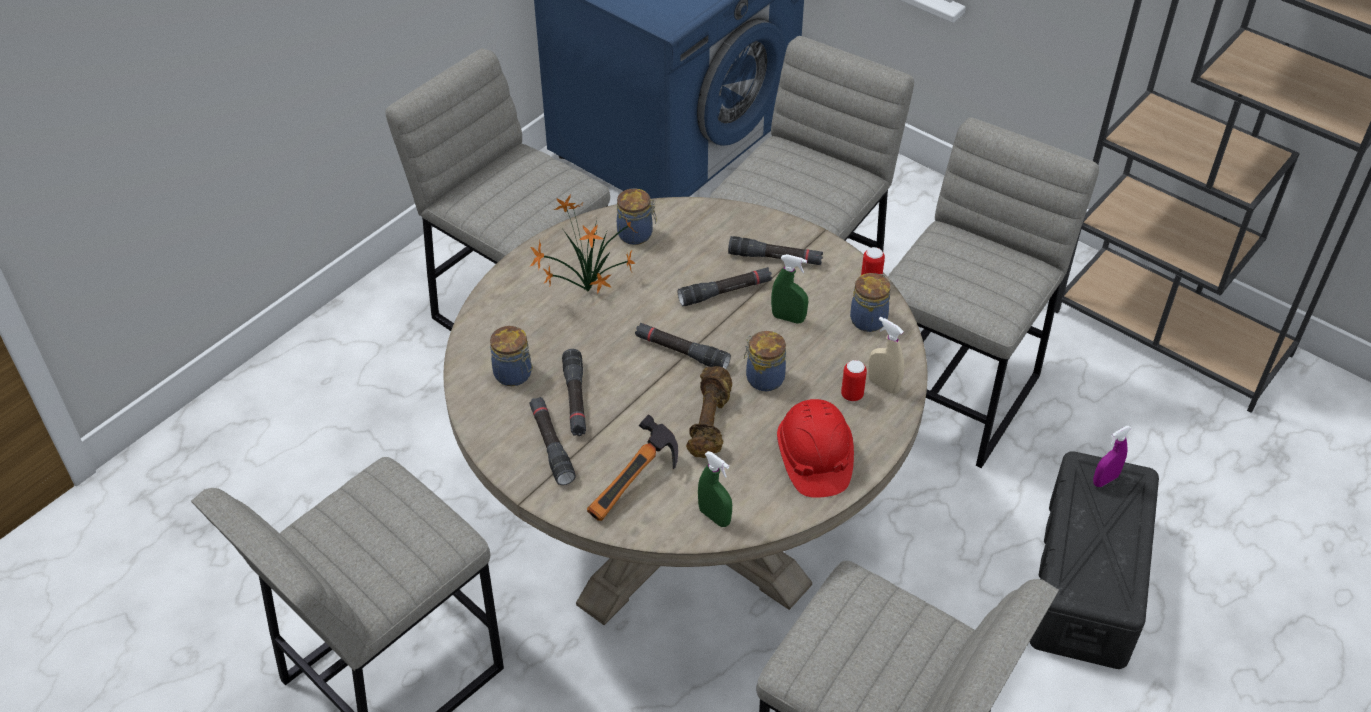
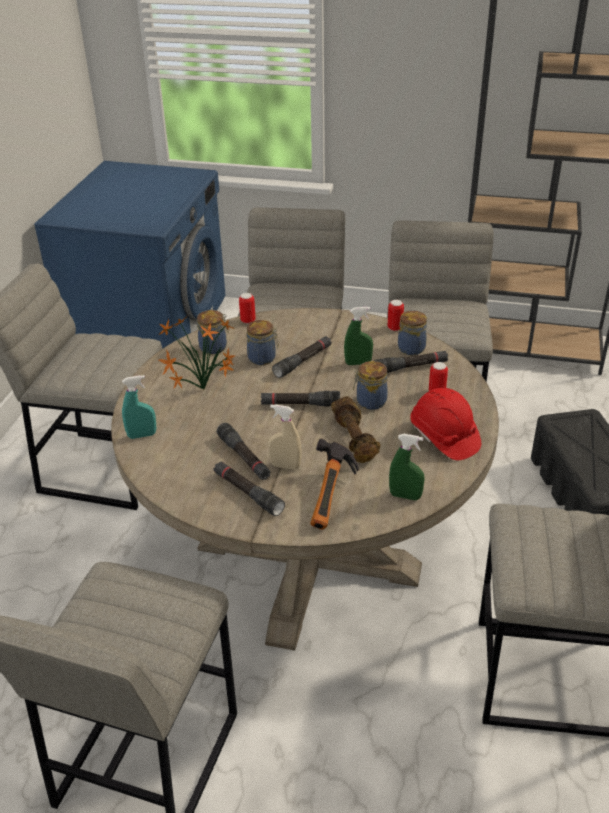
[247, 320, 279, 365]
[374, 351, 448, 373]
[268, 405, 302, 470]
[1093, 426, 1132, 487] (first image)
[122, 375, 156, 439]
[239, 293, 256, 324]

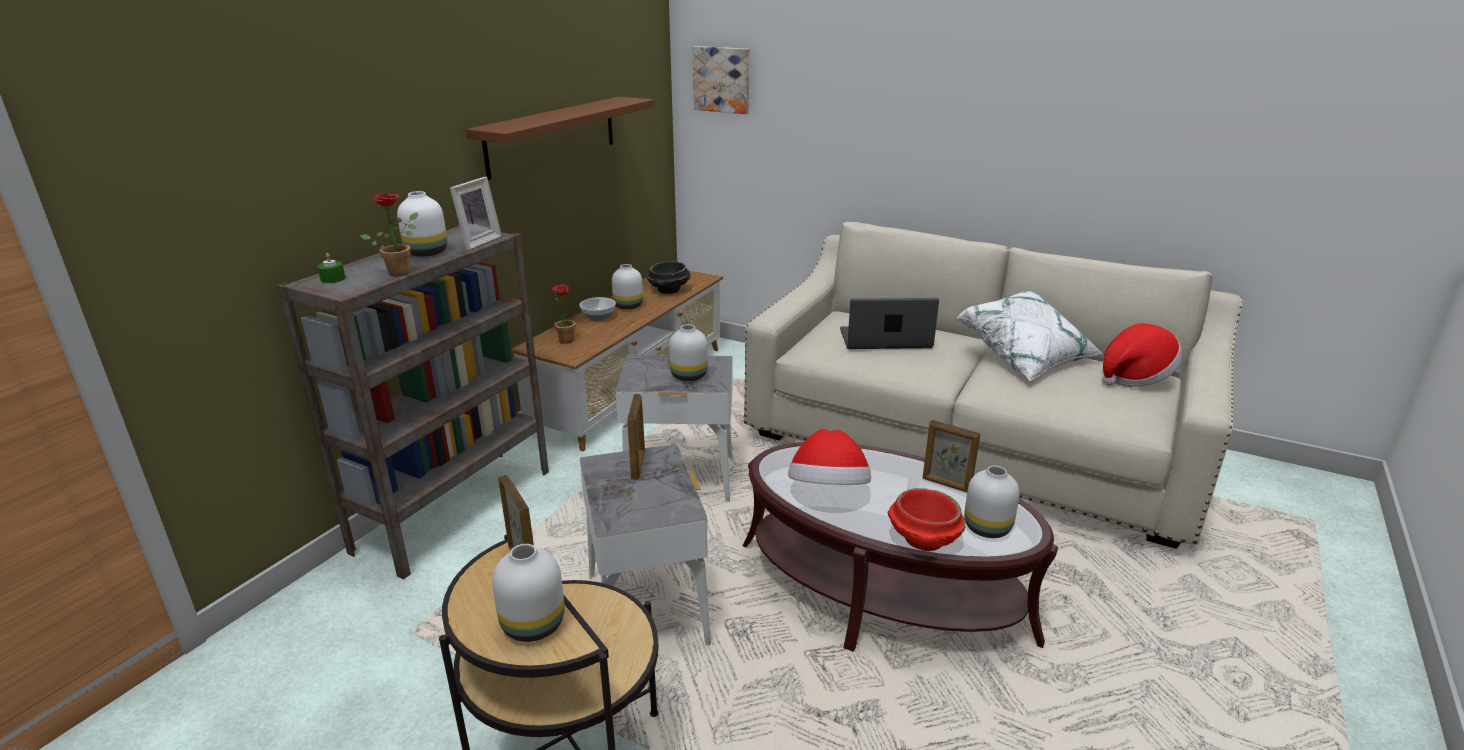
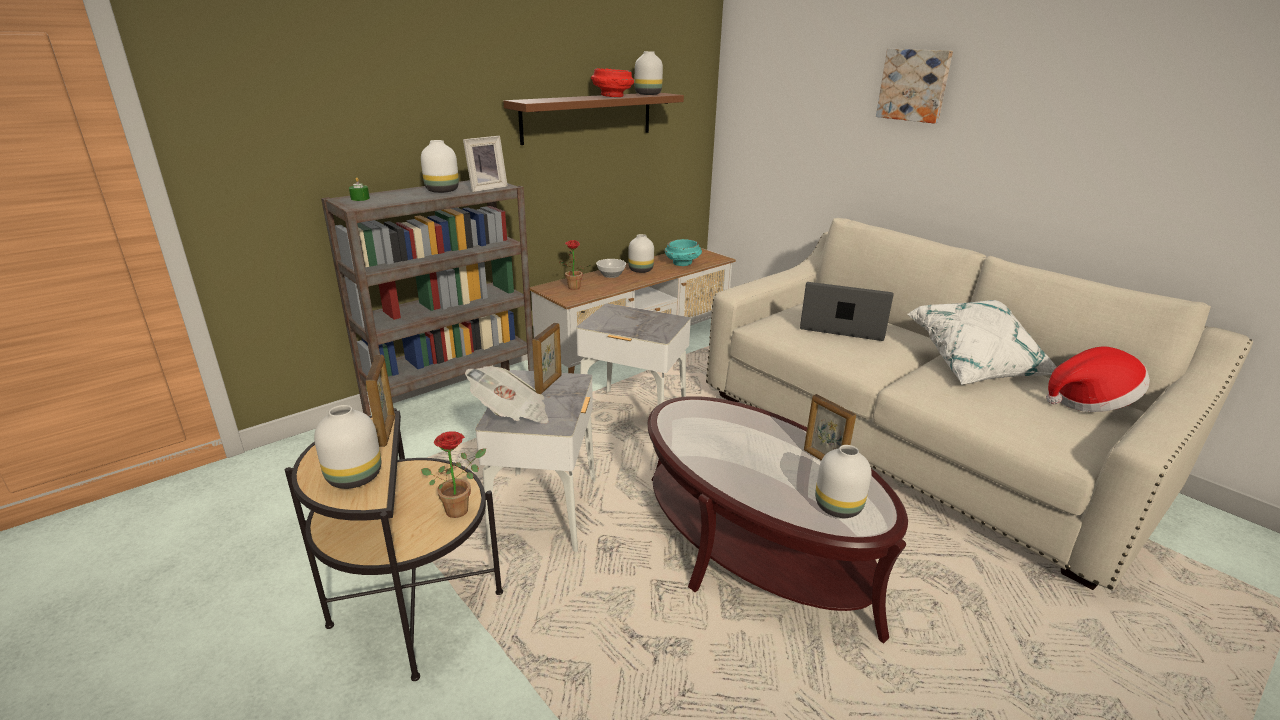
[421, 431, 486, 518]
[665, 239, 702, 266]
[635, 51, 663, 95]
[876, 49, 953, 123]
[788, 429, 871, 485] (first image)
[591, 68, 634, 97]
[465, 366, 548, 424]

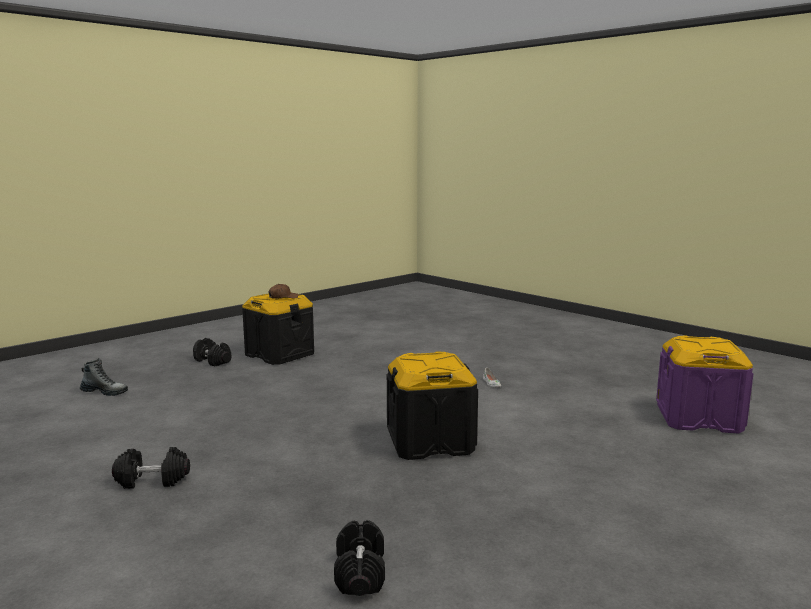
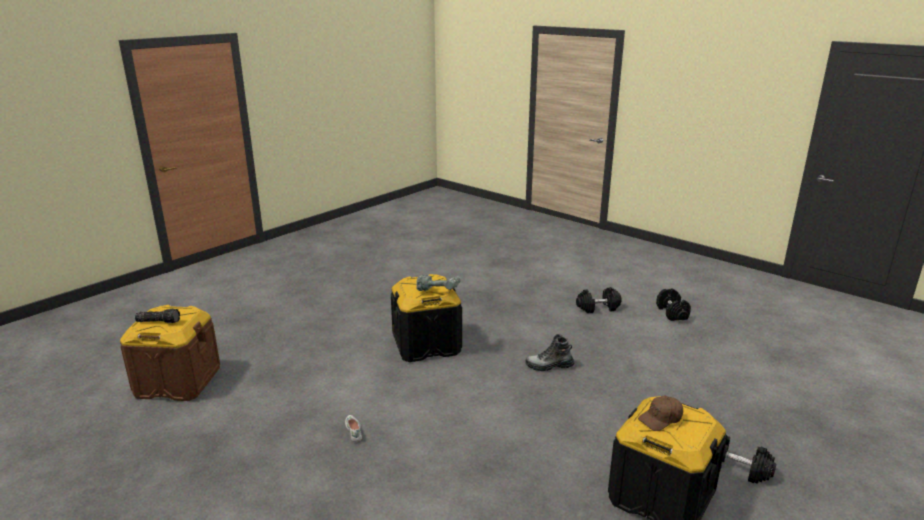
[525, 334, 574, 371]
[656, 288, 691, 321]
[120, 305, 220, 401]
[135, 308, 180, 323]
[416, 275, 461, 291]

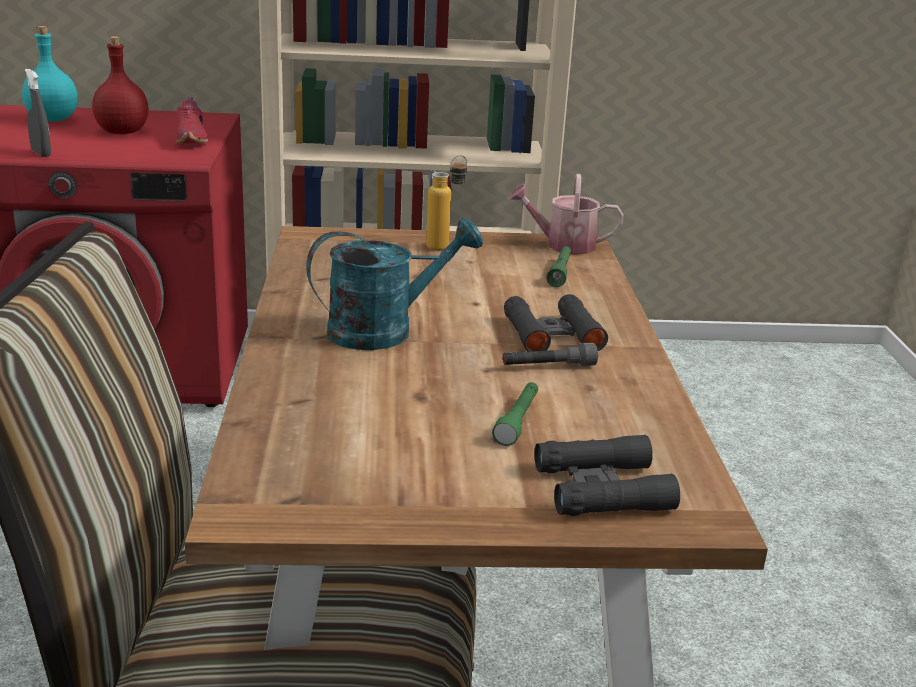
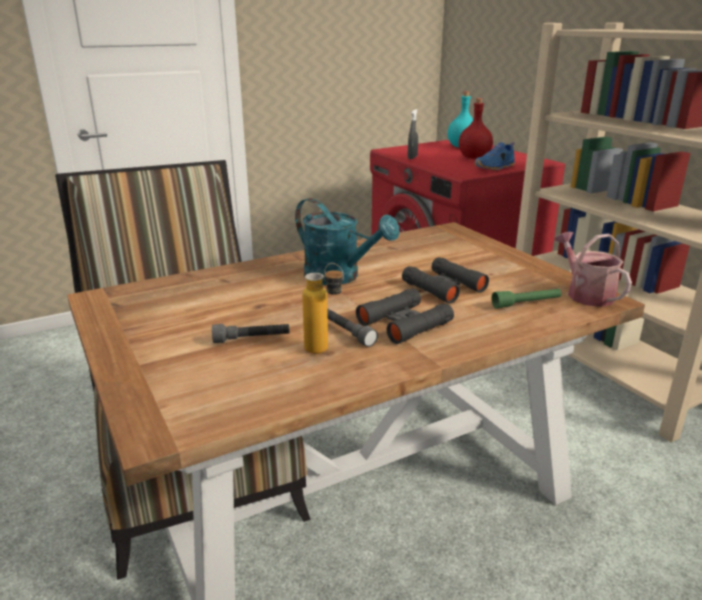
[475, 142, 515, 171]
[302, 263, 344, 354]
[212, 324, 289, 343]
[402, 257, 489, 304]

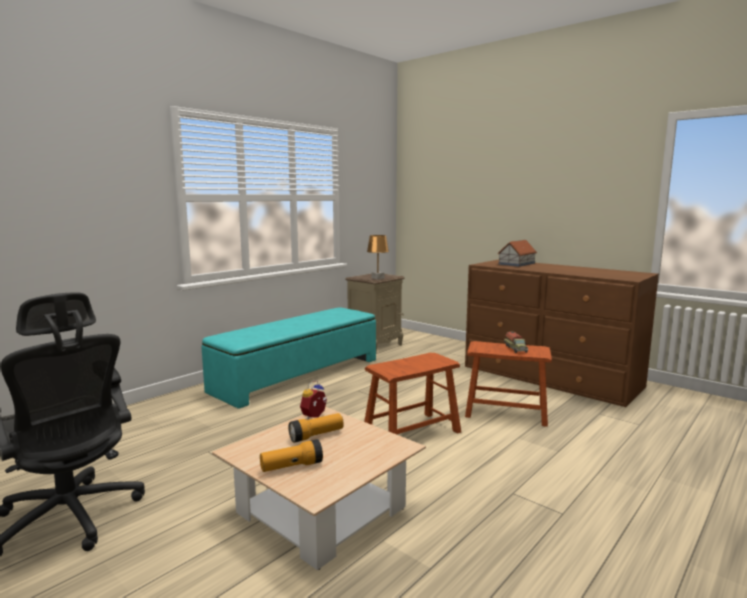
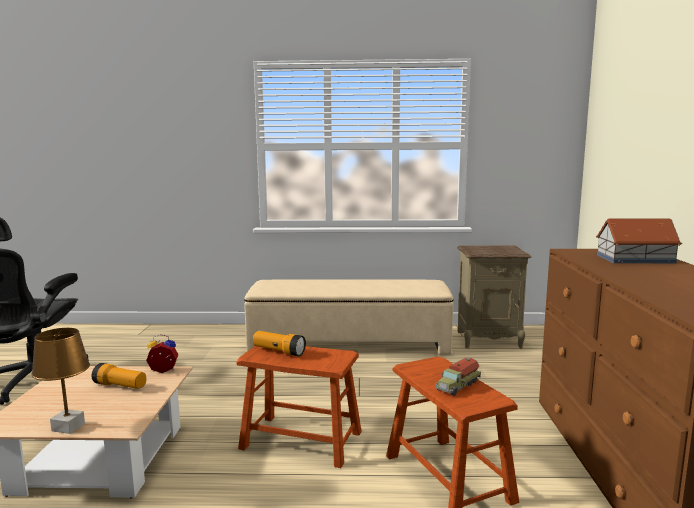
[244, 279, 454, 355]
[253, 331, 306, 356]
[31, 328, 90, 434]

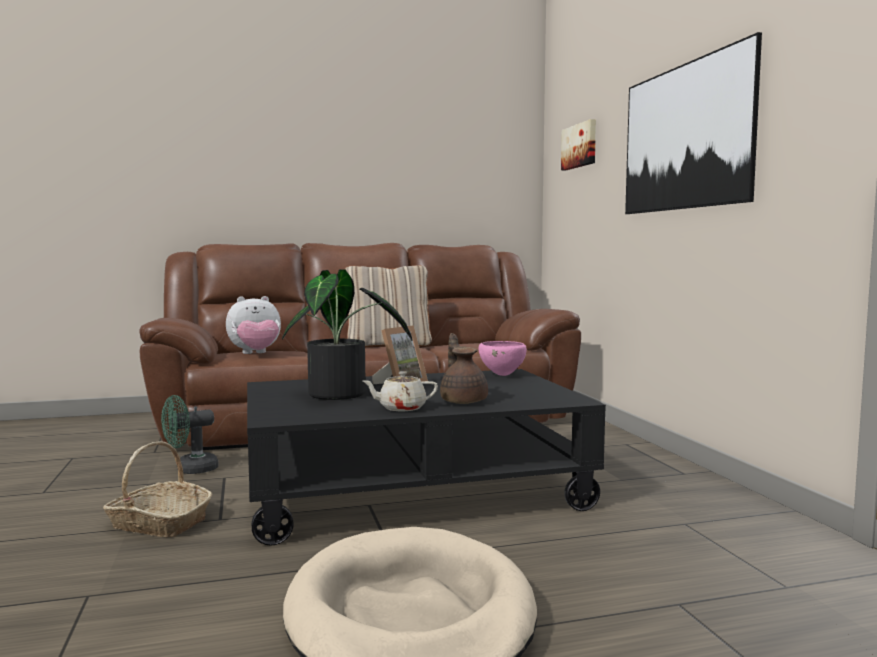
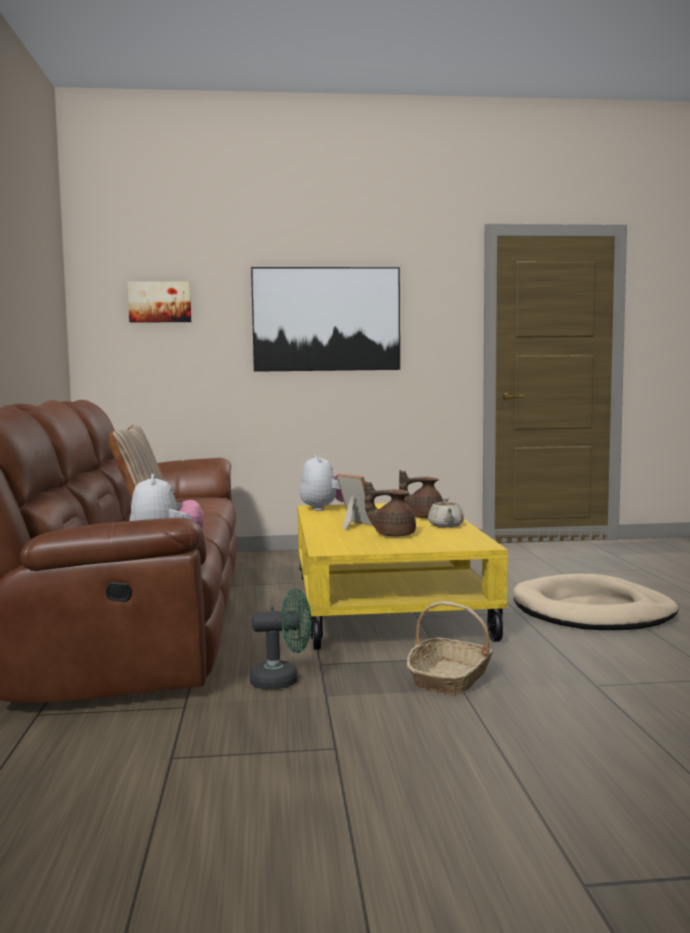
[250, 589, 311, 689]
[297, 503, 508, 650]
[365, 481, 416, 537]
[300, 454, 344, 511]

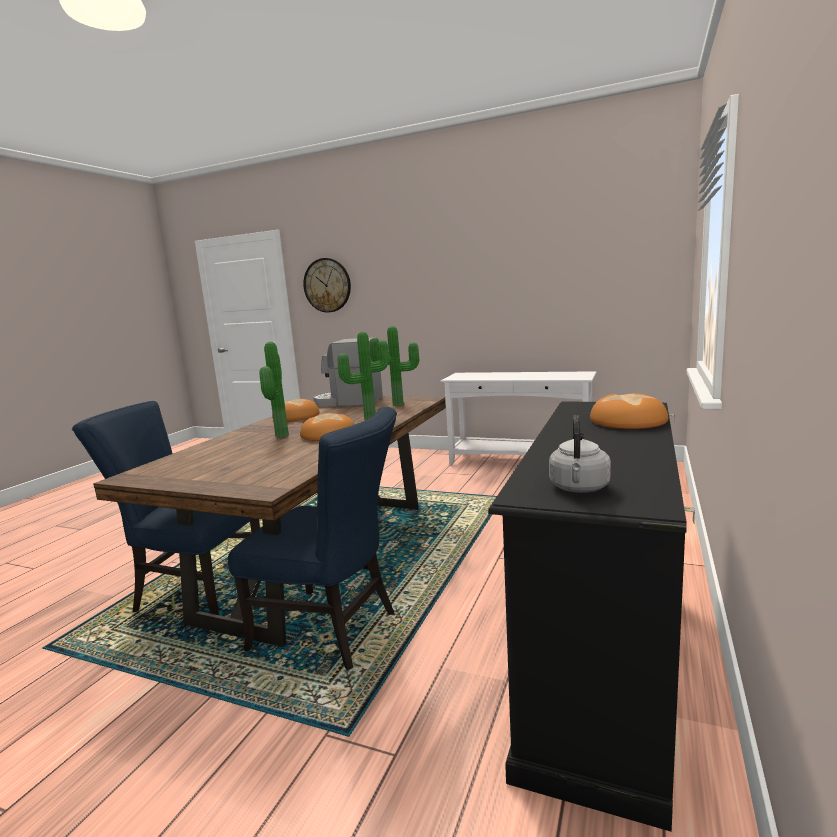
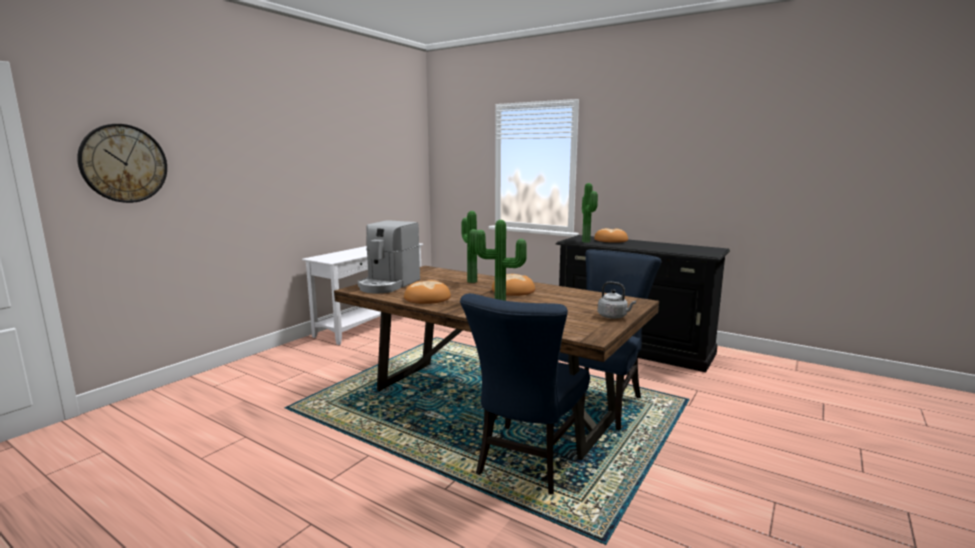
[582, 183, 598, 243]
[598, 282, 636, 319]

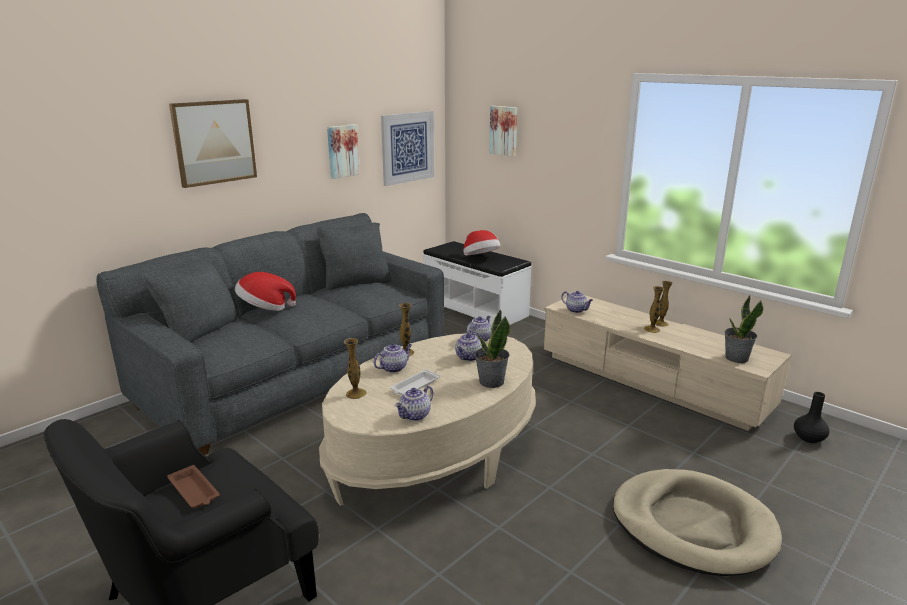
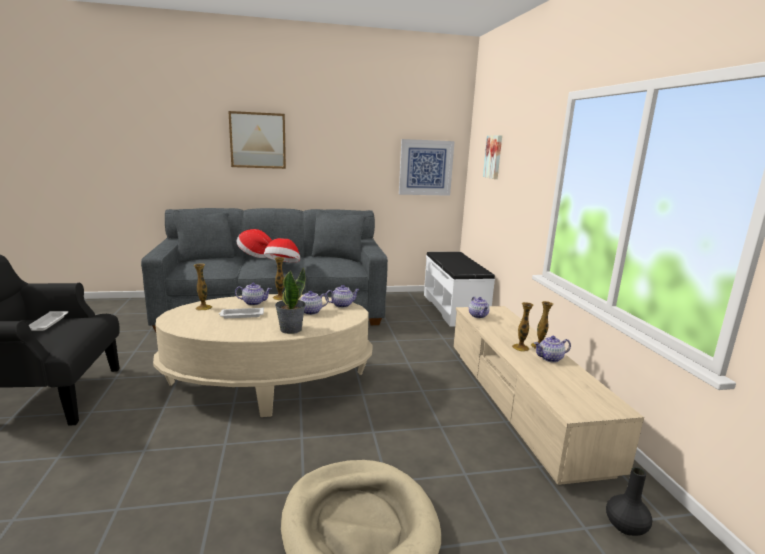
[29, 311, 68, 331]
[327, 124, 360, 179] (first image)
[534, 336, 571, 363]
[264, 238, 300, 263]
[725, 295, 764, 363] (first image)

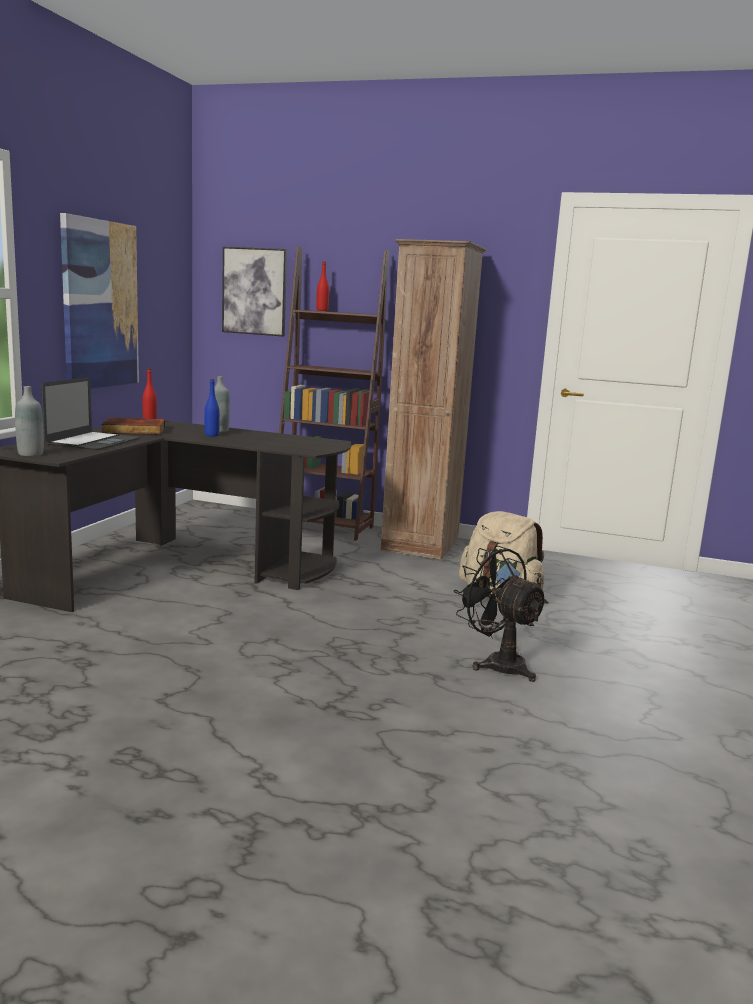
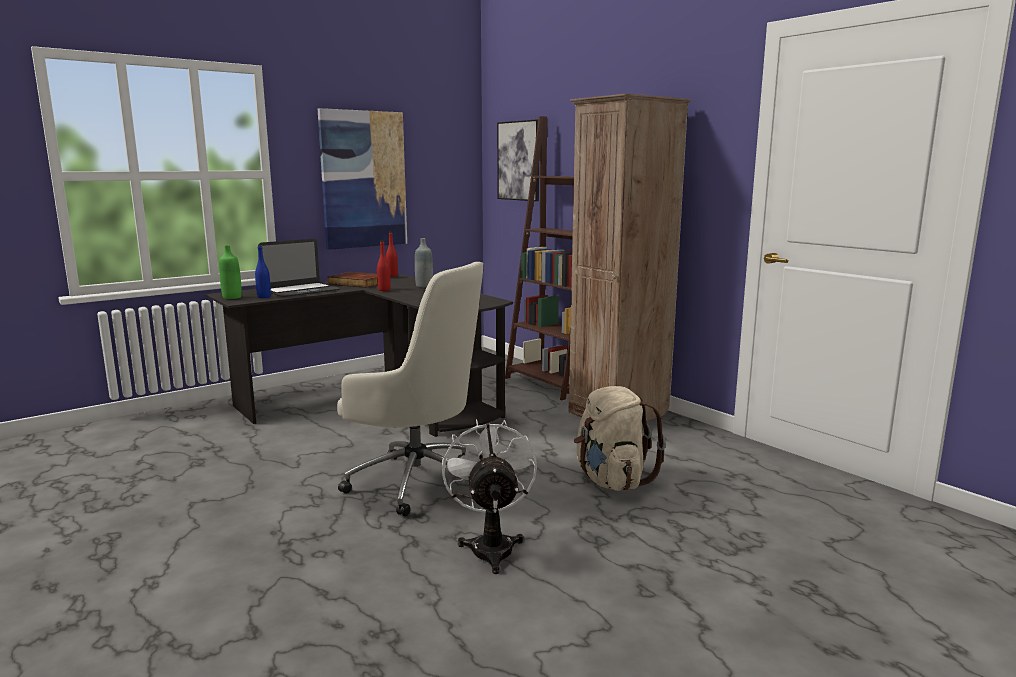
[219, 245, 242, 299]
[255, 245, 271, 298]
[377, 241, 391, 291]
[442, 419, 537, 574]
[337, 262, 483, 517]

